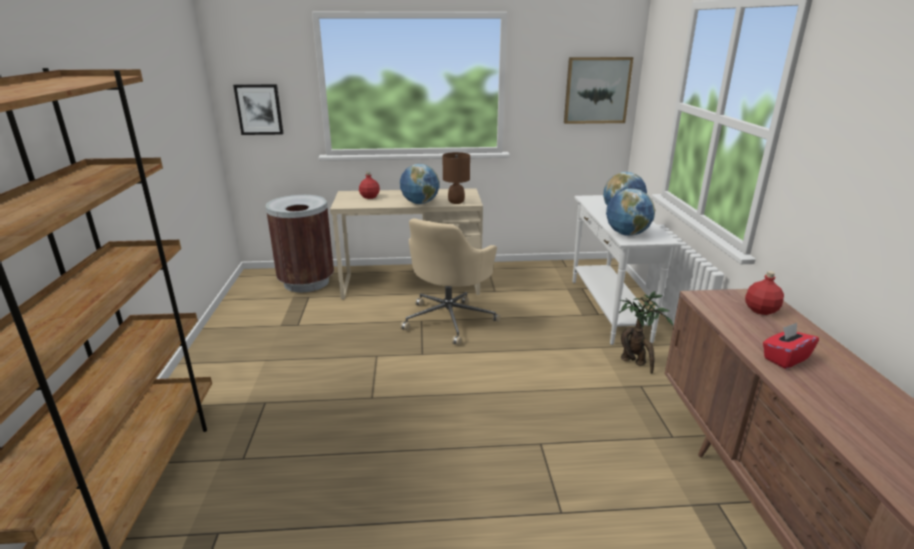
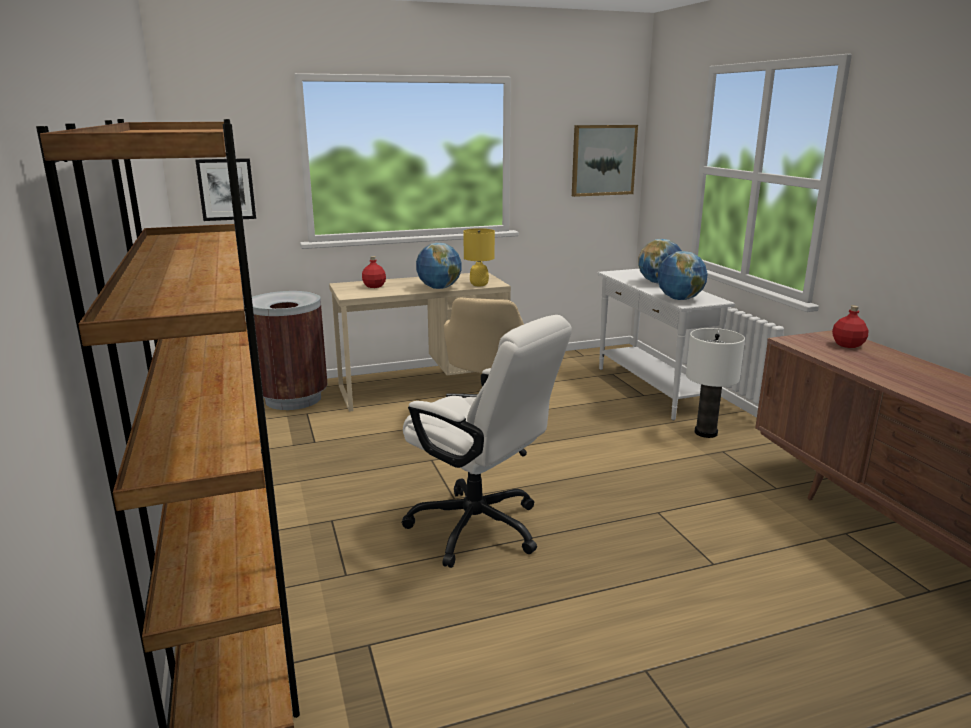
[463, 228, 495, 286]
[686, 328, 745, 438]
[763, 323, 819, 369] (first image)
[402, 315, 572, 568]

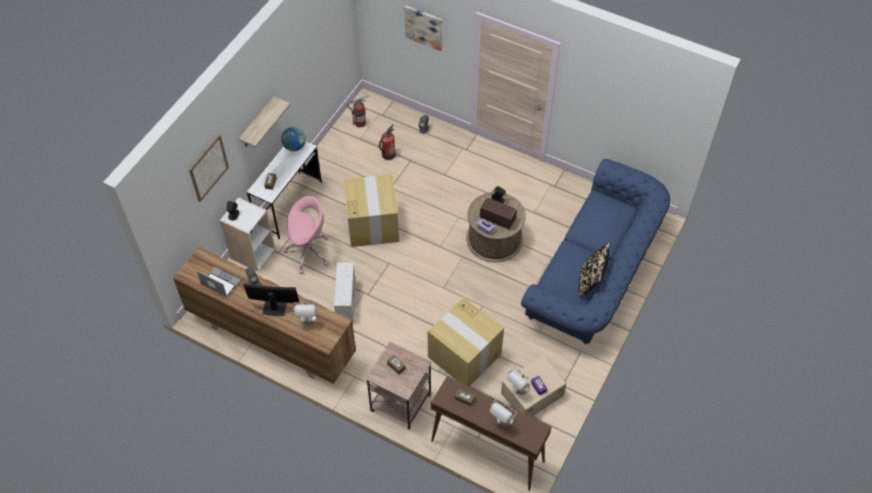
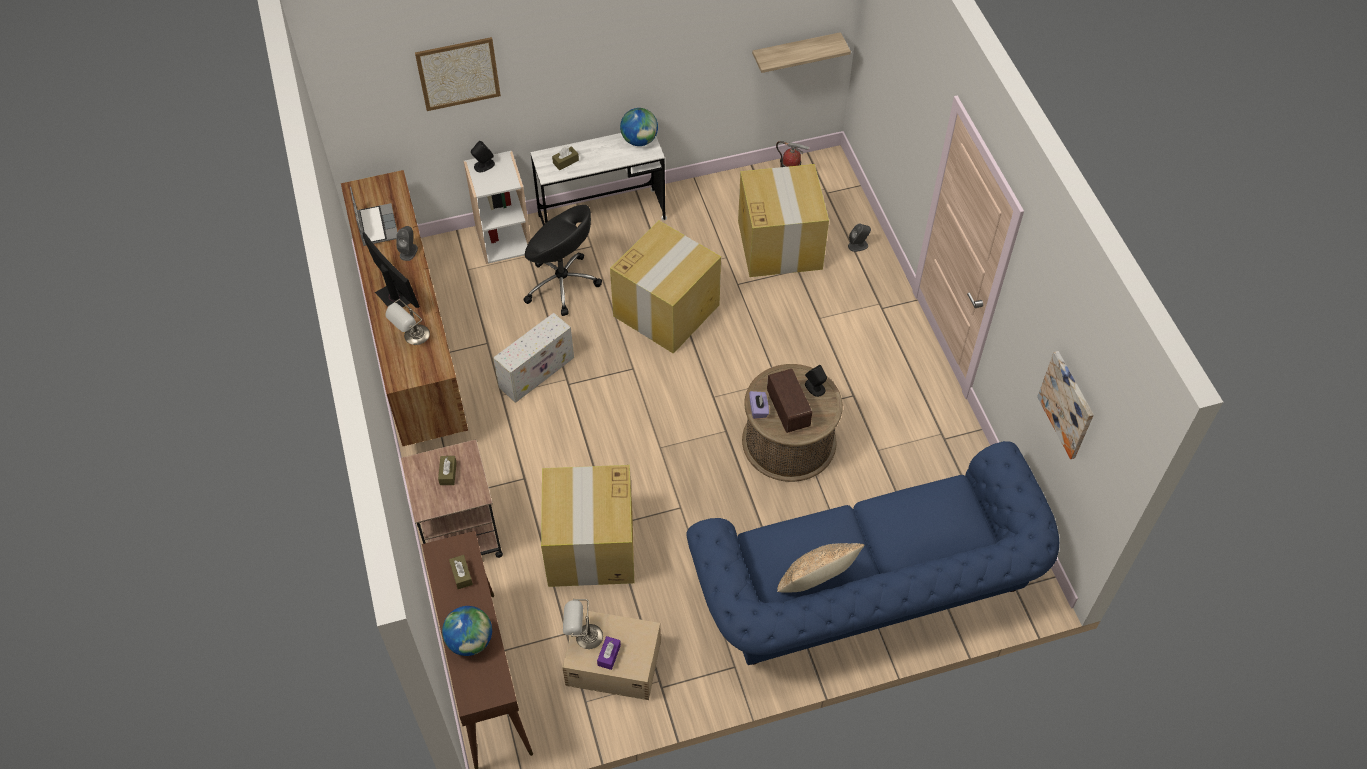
[752, 32, 851, 73]
[524, 205, 602, 316]
[738, 164, 829, 277]
[1037, 351, 1094, 459]
[442, 606, 492, 656]
[777, 543, 865, 592]

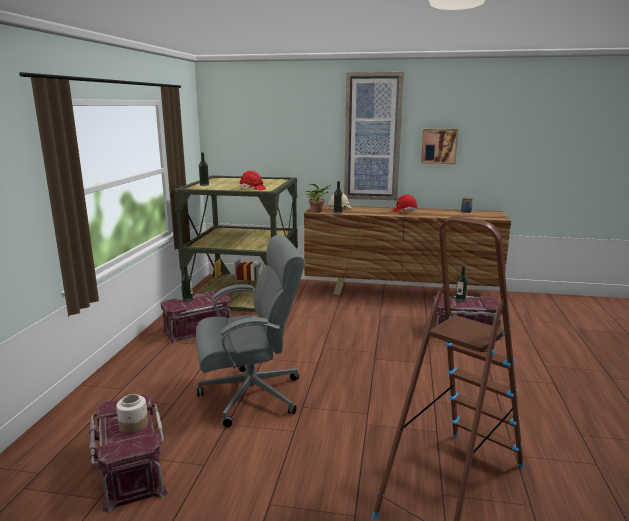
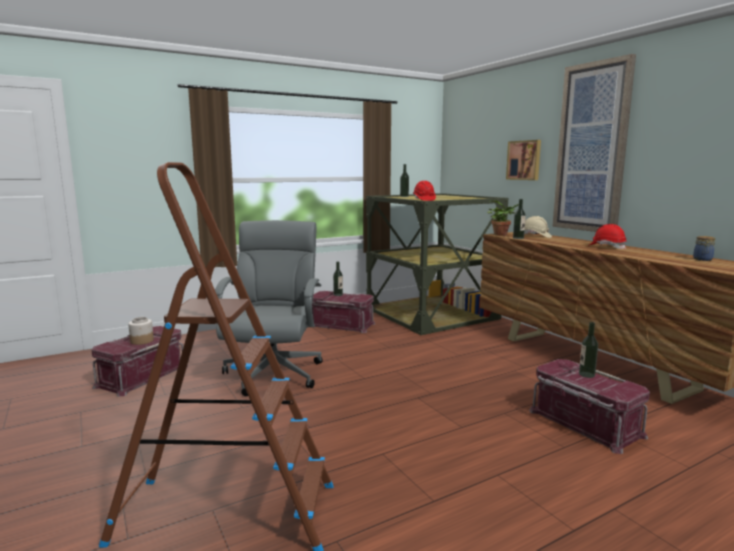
[215, 220, 323, 396]
[506, 140, 541, 180]

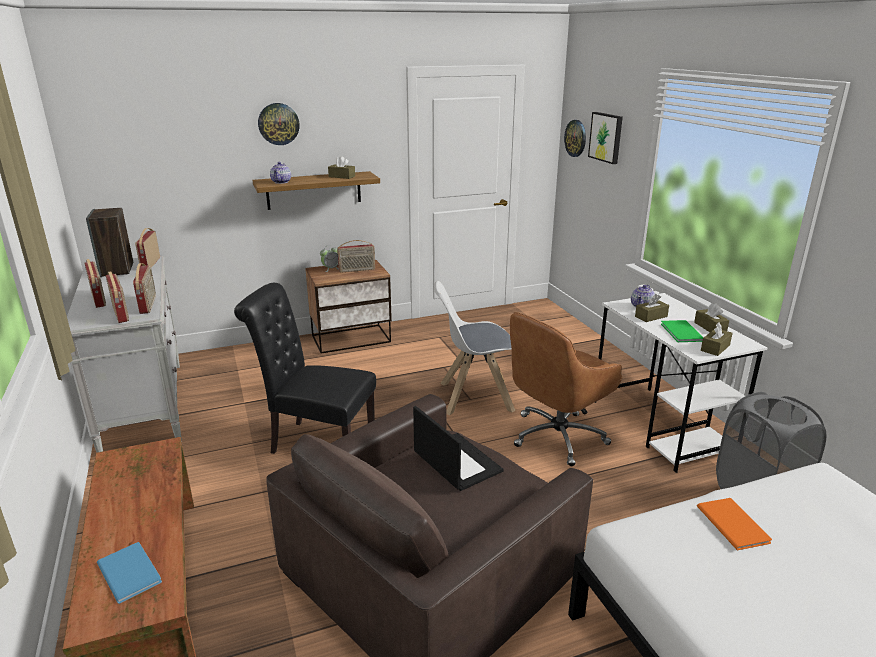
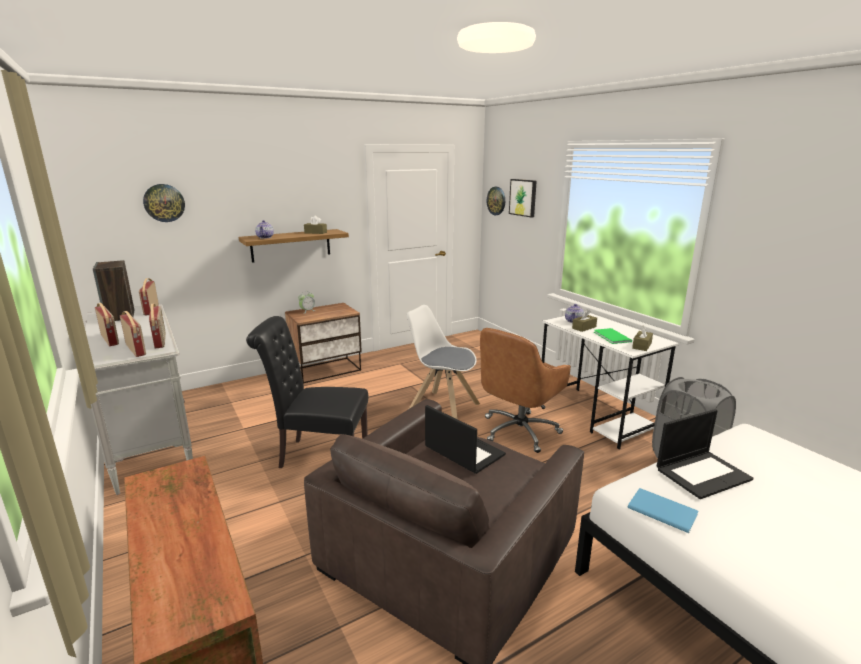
[627, 488, 698, 533]
[143, 184, 185, 222]
[337, 240, 375, 273] (first image)
[407, 305, 480, 419]
[694, 303, 729, 332] (first image)
[657, 409, 753, 499]

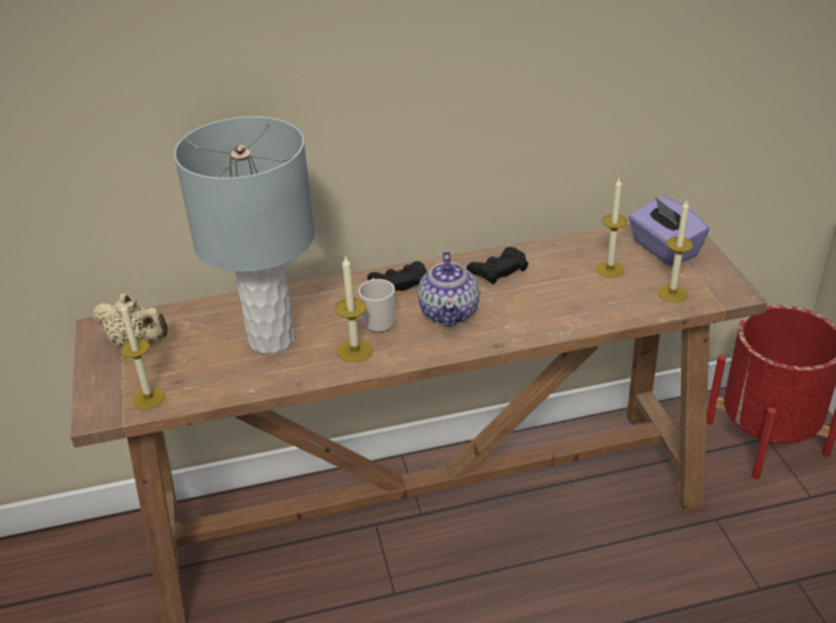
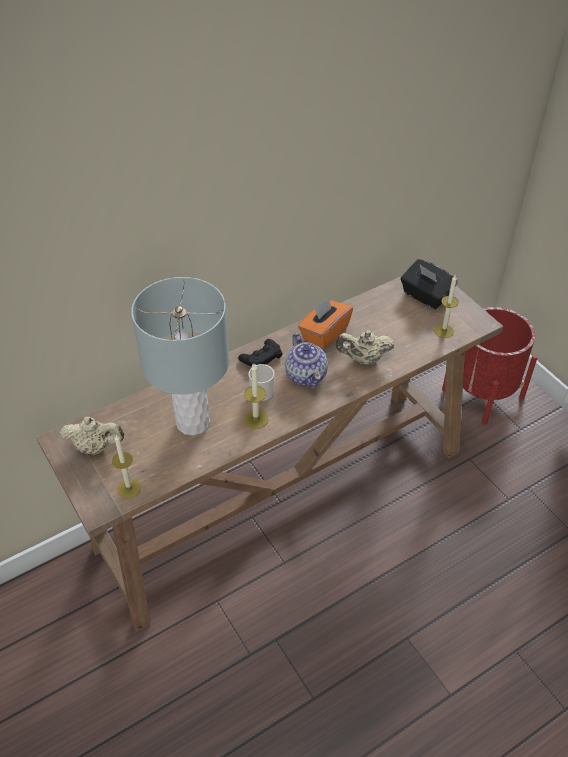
[298, 297, 353, 350]
[596, 178, 627, 278] (first image)
[401, 259, 458, 309]
[336, 330, 395, 365]

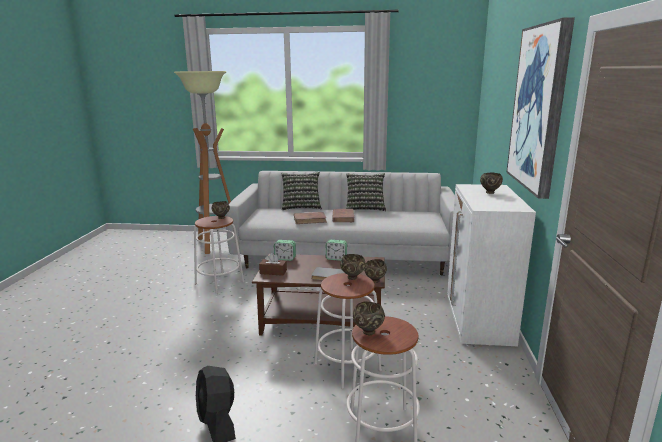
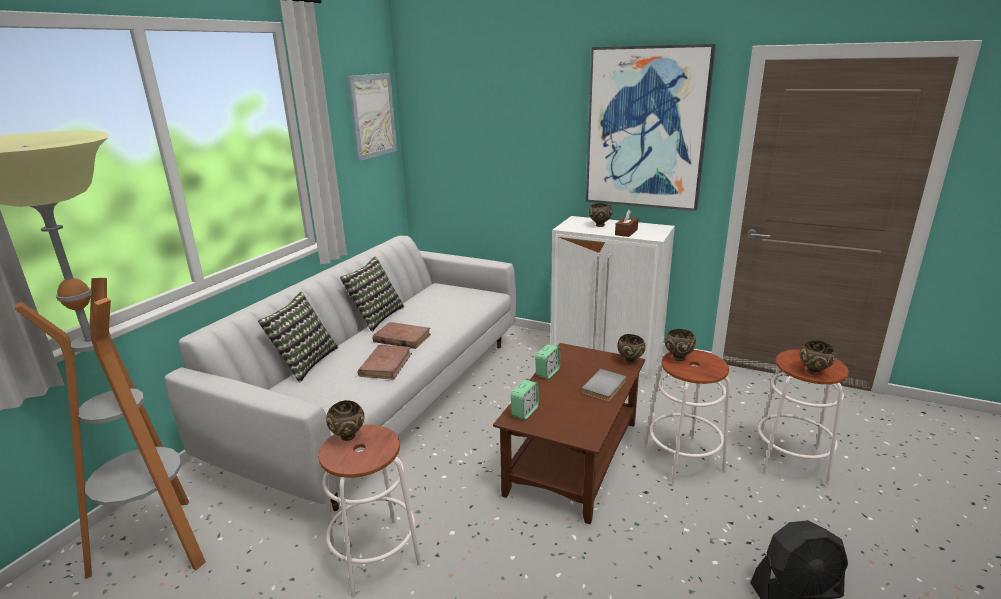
[615, 210, 638, 237]
[347, 73, 397, 161]

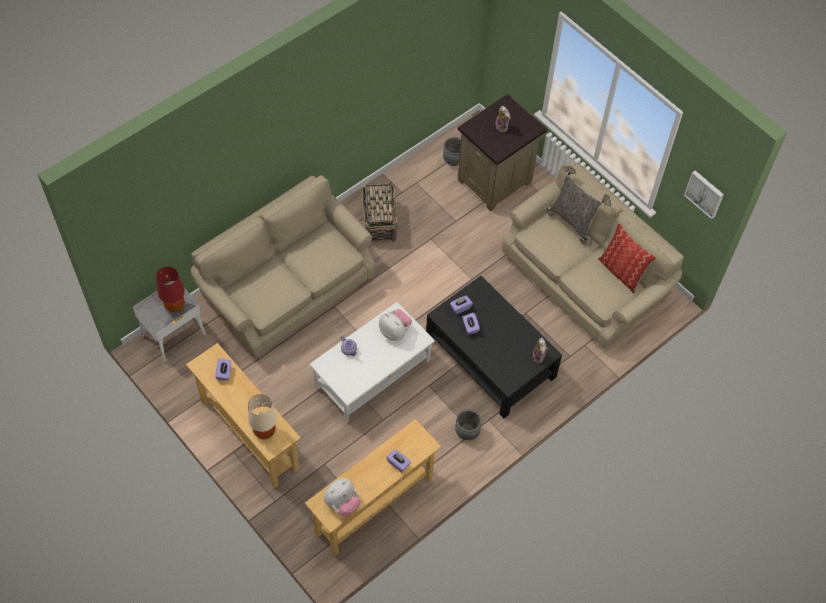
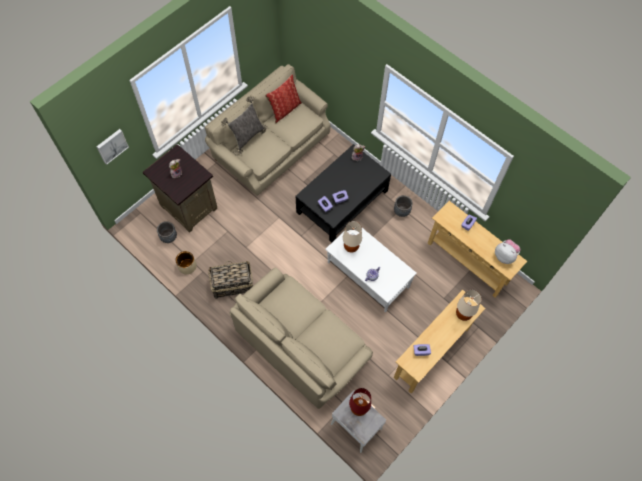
[343, 221, 362, 253]
[96, 129, 129, 165]
[175, 251, 197, 274]

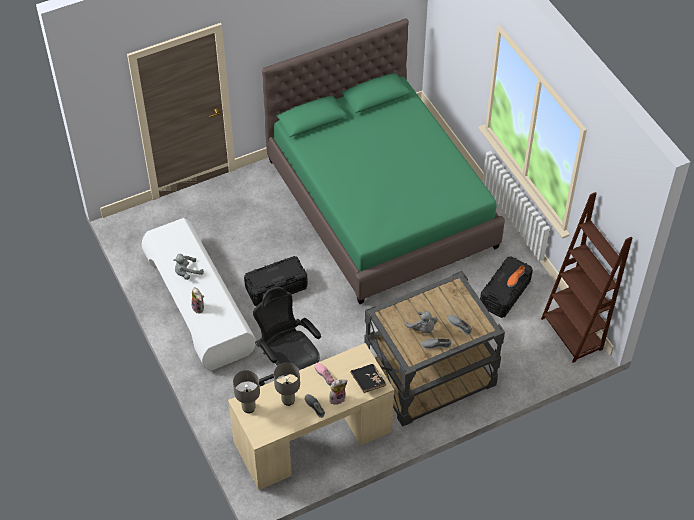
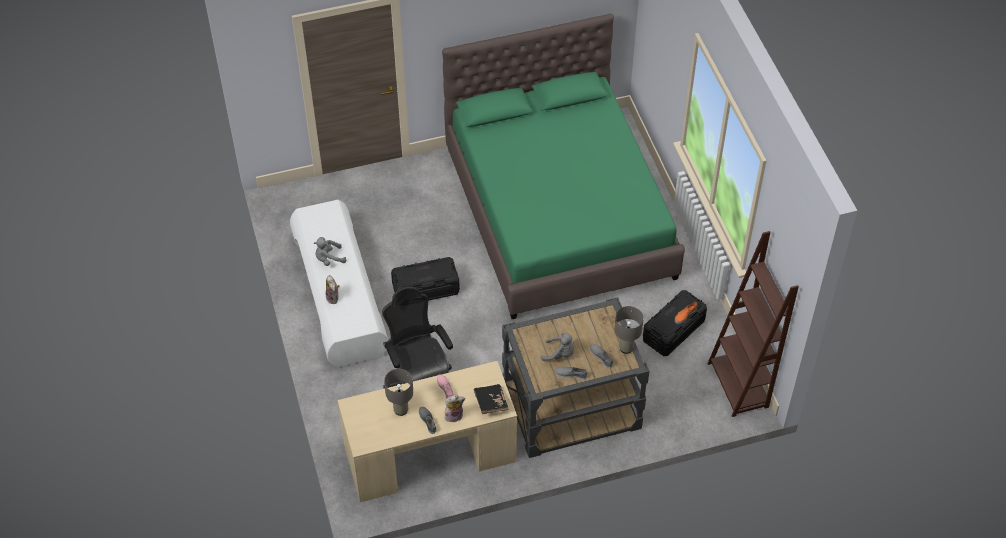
[615, 306, 644, 354]
[541, 333, 574, 361]

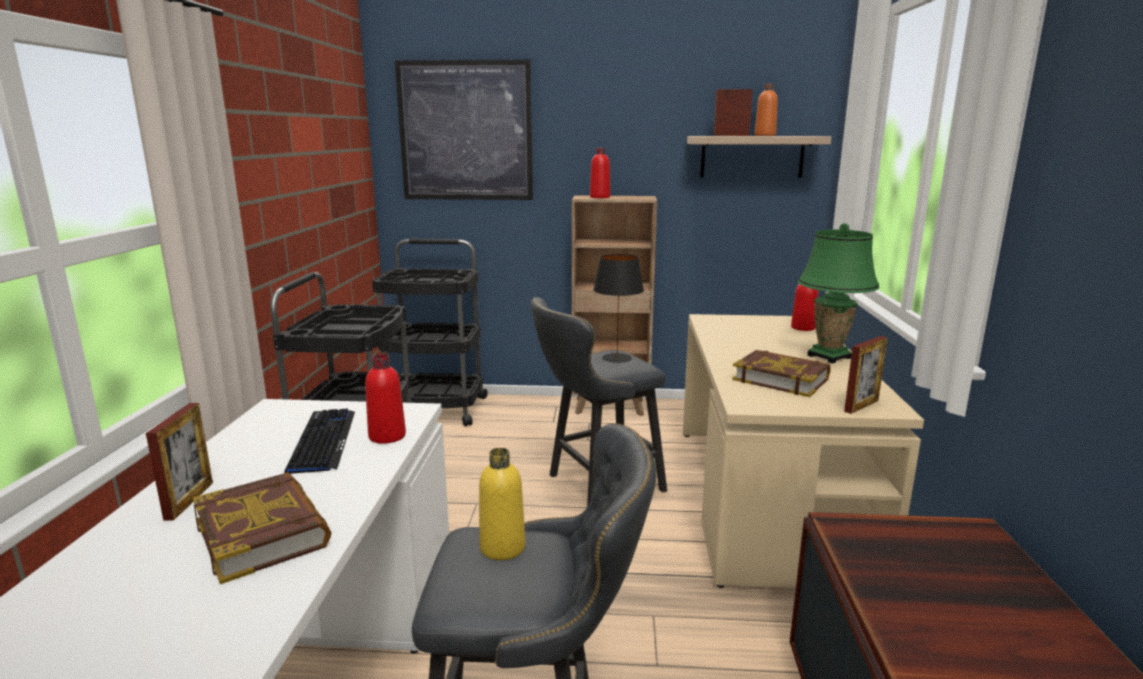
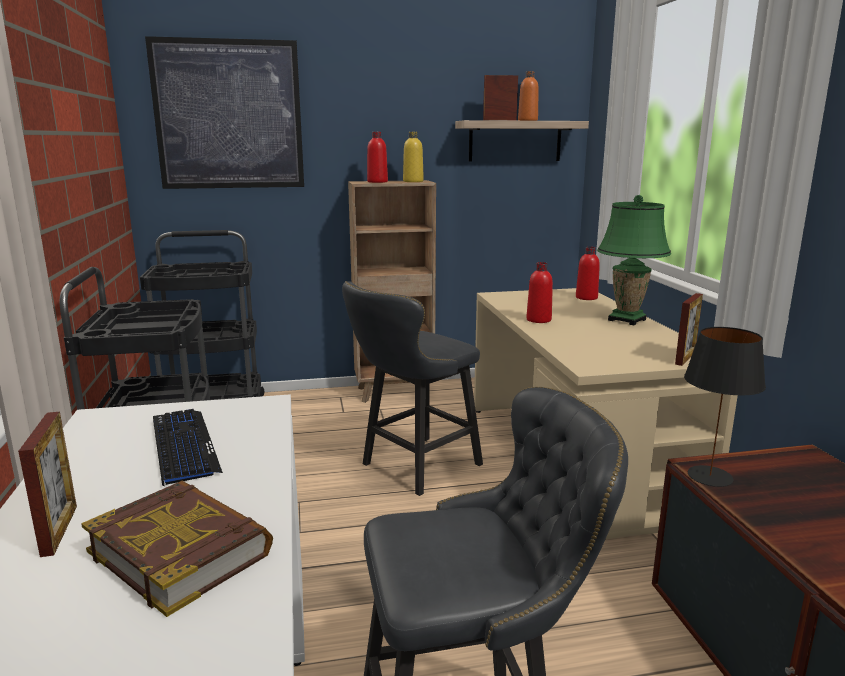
[526, 262, 553, 323]
[403, 132, 424, 182]
[684, 327, 766, 487]
[732, 350, 831, 397] (first image)

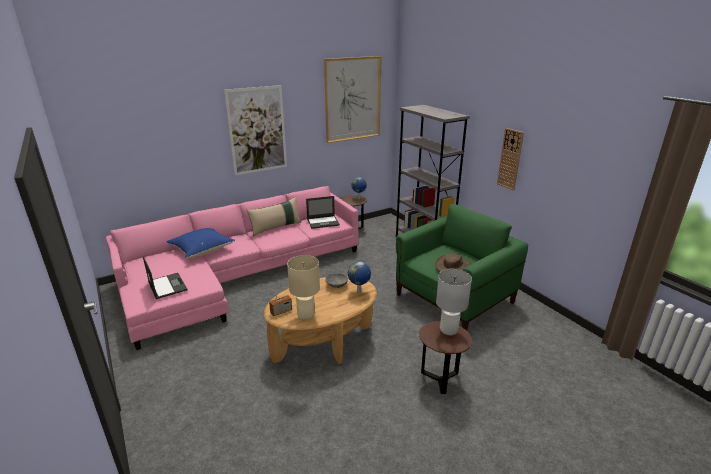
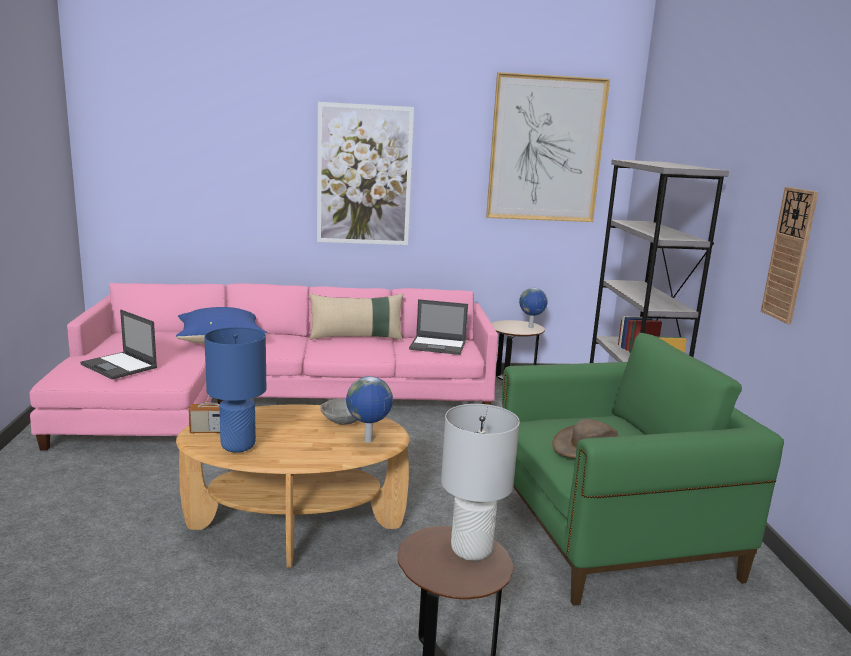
[80, 310, 157, 380]
[204, 327, 266, 453]

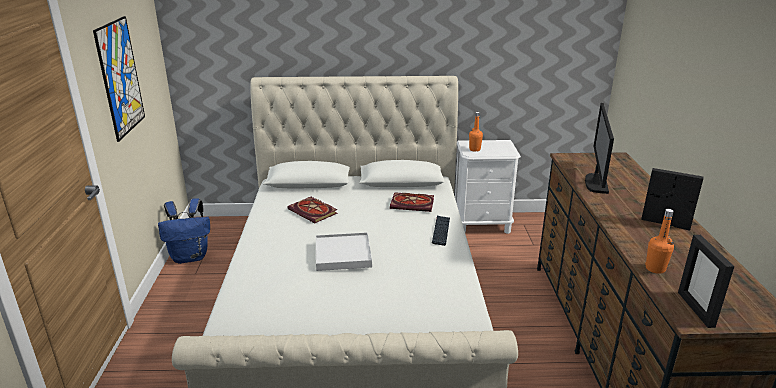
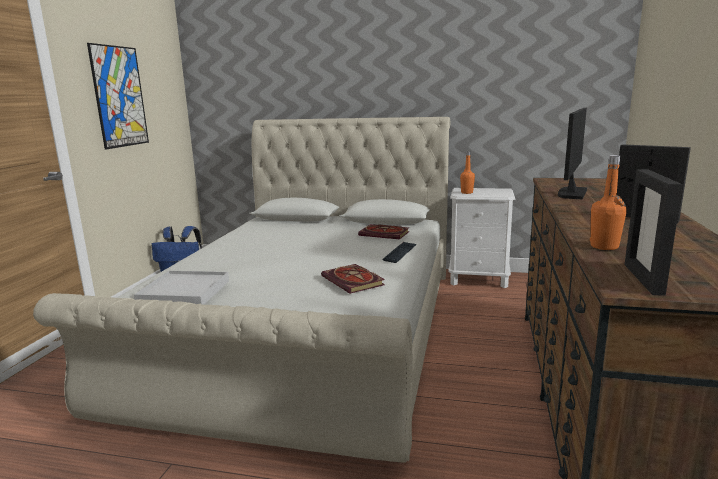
[321, 264, 385, 294]
[134, 271, 229, 305]

